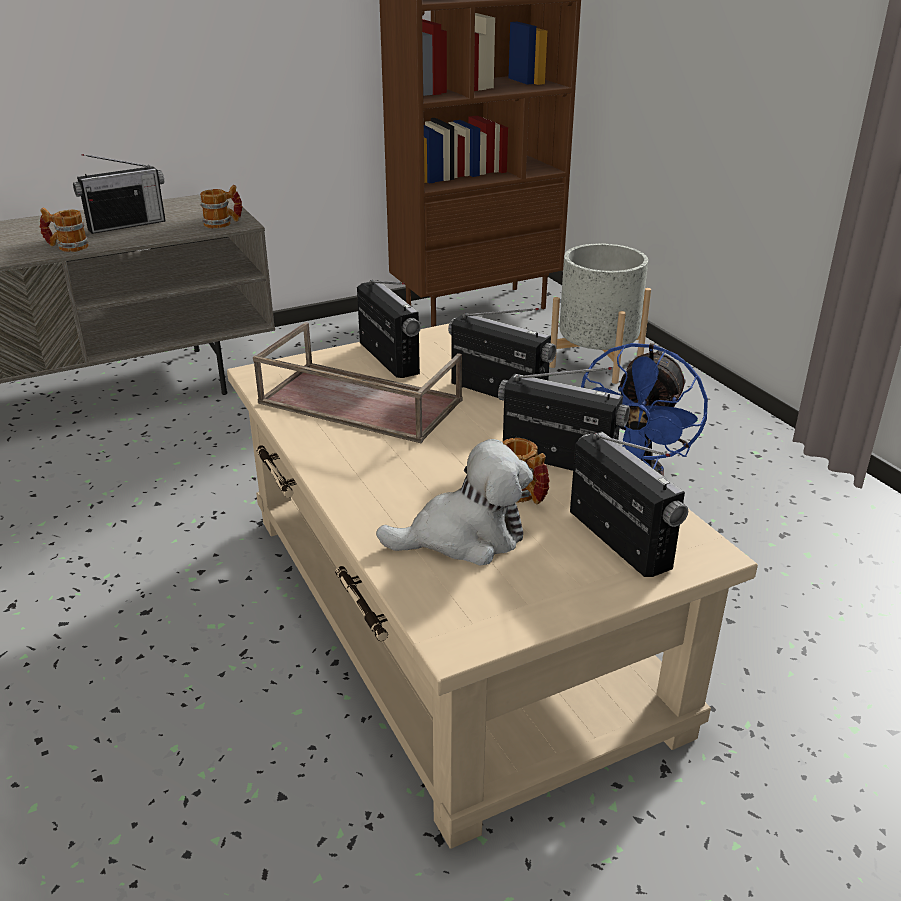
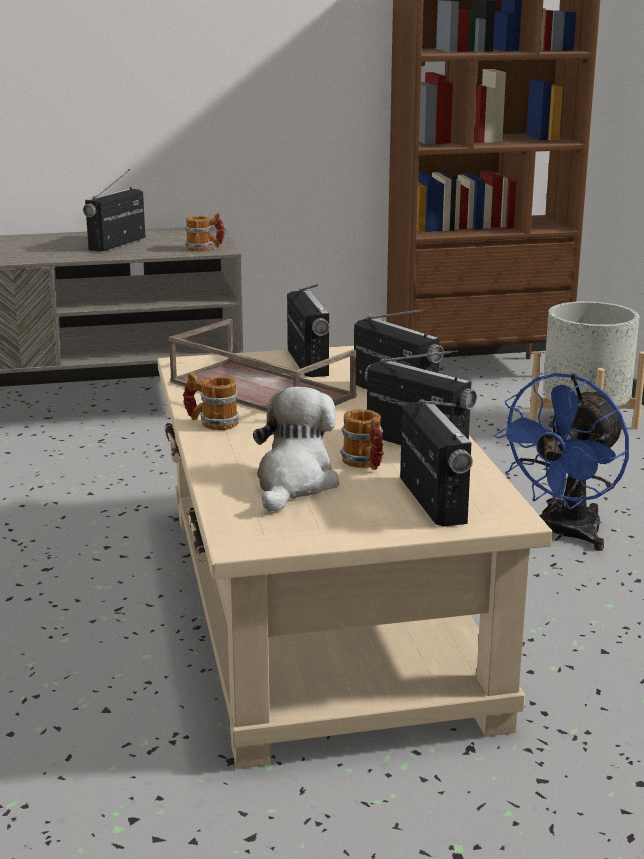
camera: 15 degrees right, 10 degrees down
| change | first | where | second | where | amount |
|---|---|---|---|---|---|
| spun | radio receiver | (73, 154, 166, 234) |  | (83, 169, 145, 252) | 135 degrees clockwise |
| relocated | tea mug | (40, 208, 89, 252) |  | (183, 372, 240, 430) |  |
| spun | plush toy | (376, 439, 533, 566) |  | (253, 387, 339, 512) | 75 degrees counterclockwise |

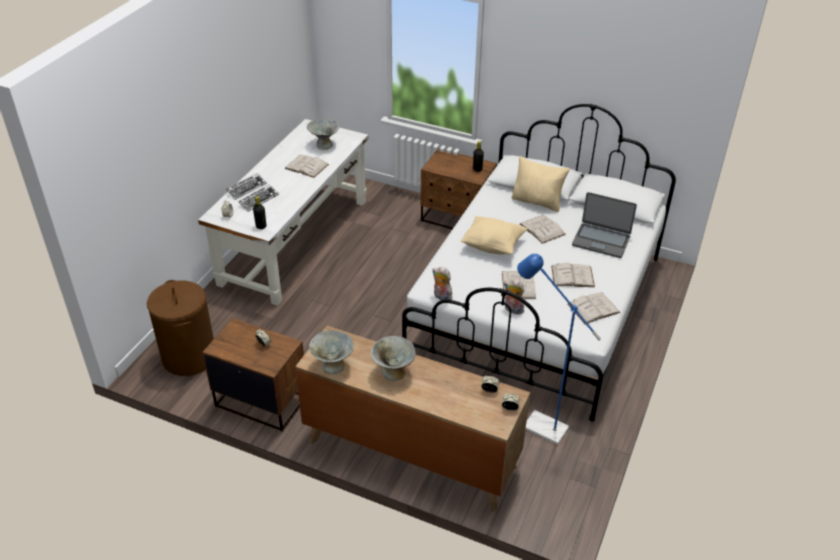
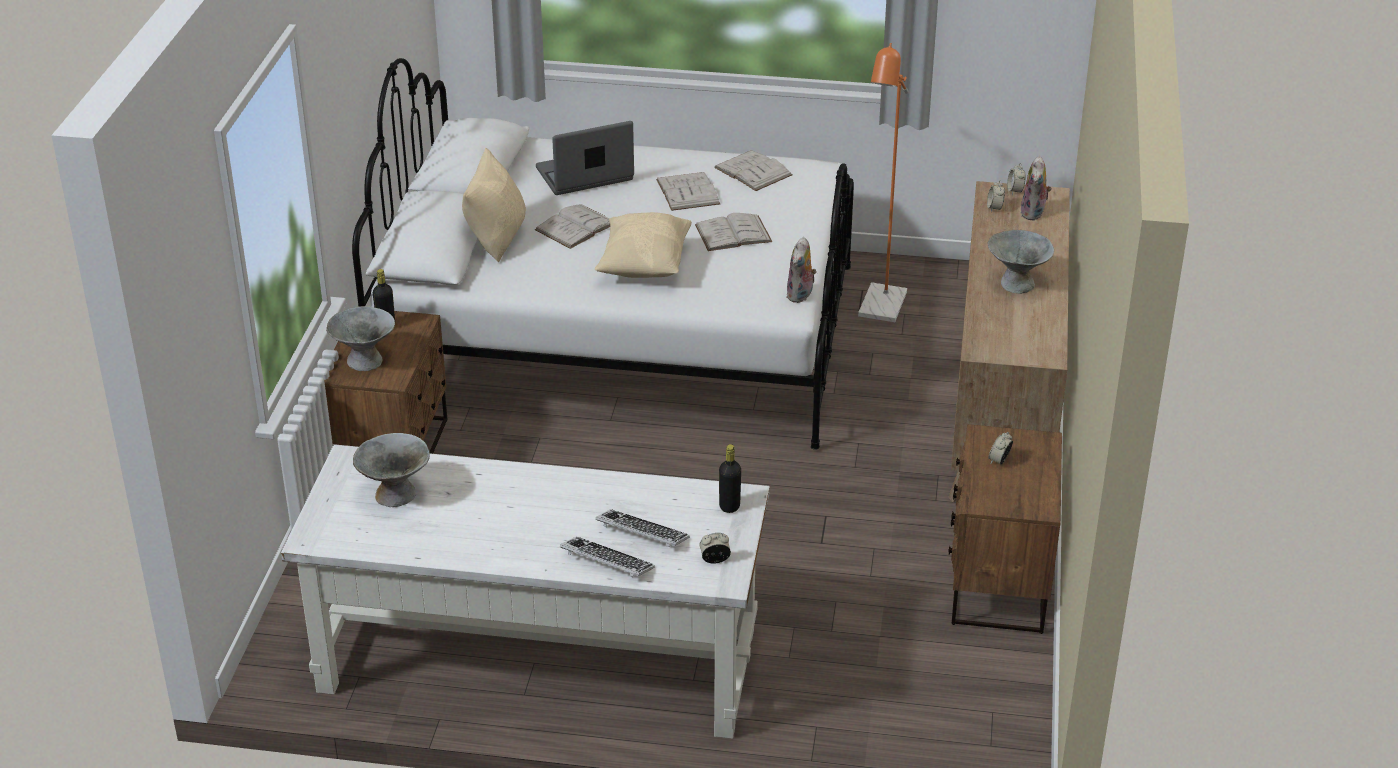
camera: 105 degrees left, 5 degrees down
| change | first | where | second | where | amount |
|---|---|---|---|---|---|
| missing | white-coloured book | (284, 155, 329, 178) |  |  |  |
| spun | portable computer | (572, 192, 637, 258) |  | (536, 121, 634, 195) | 120 degrees counterclockwise |
| colour | bluish standard lamp | (517, 254, 601, 445) | orange-coloured standard lamp | (858, 43, 909, 322) |  |
| relocated | plush toy | (504, 279, 525, 315) |  | (1020, 156, 1052, 221) |  |
| missing | brownish laundry basket | (147, 280, 214, 376) |  |  |  |
| relocated | greyish bowl | (309, 330, 354, 375) |  | (326, 306, 395, 371) |  |

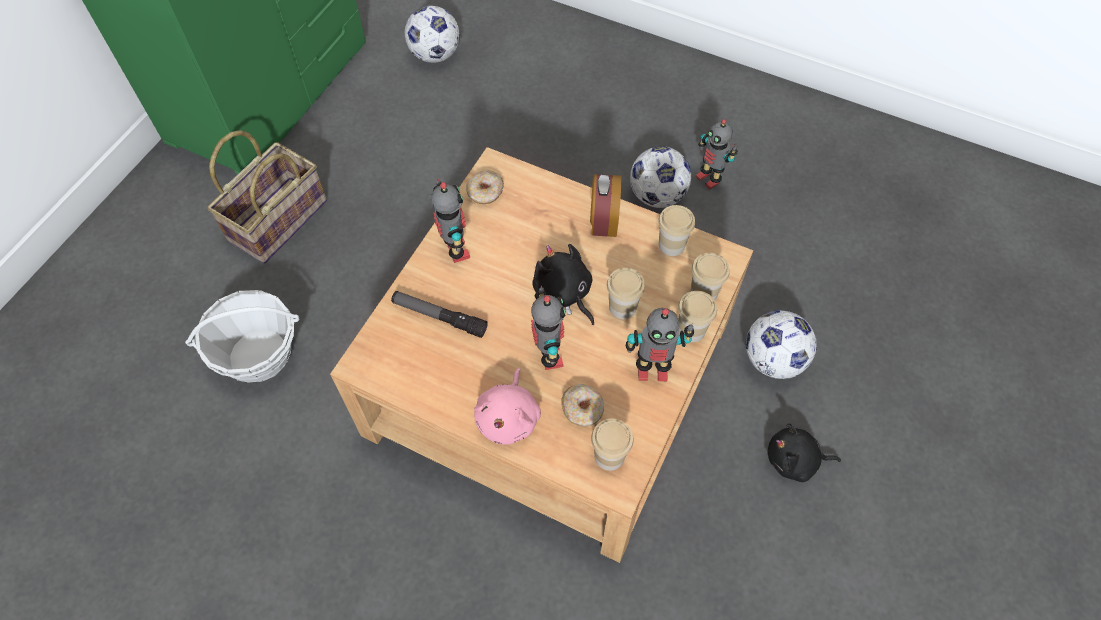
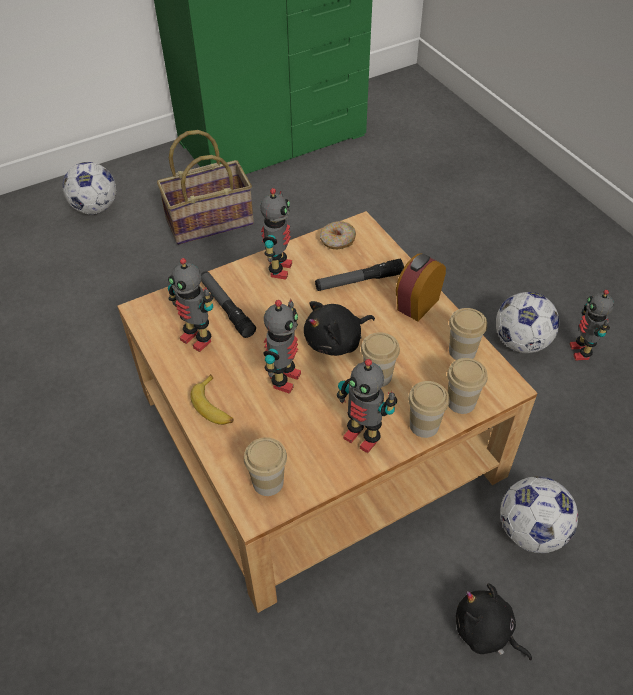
camera: 35 degrees right, 10 degrees down
| change | first | where | second | where | amount |
|---|---|---|---|---|---|
| relocated | football ball | (405, 6, 460, 63) |  | (62, 162, 116, 215) |  |
| spun | black plush toy | (532, 244, 594, 325) |  | (304, 301, 375, 356) | 120 degrees counterclockwise |
| missing | storage basket | (185, 290, 299, 383) |  |  |  |
| exchanged | pink plush toy | (474, 368, 541, 445) | banana | (190, 374, 234, 425) |  |
| missing | ring doughnut | (562, 384, 604, 427) |  |  |  |
| appeared |  |  | model robot | (168, 258, 214, 352) |  |
| appeared |  |  | hand torch | (315, 259, 404, 291) |  |

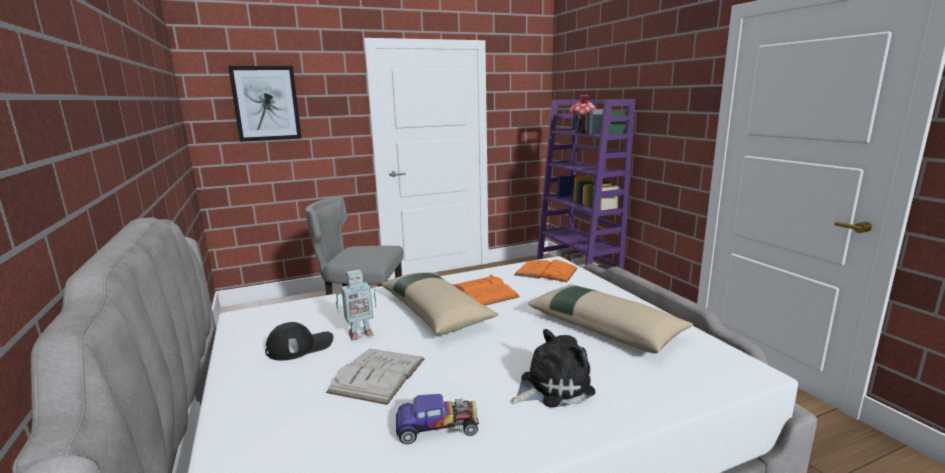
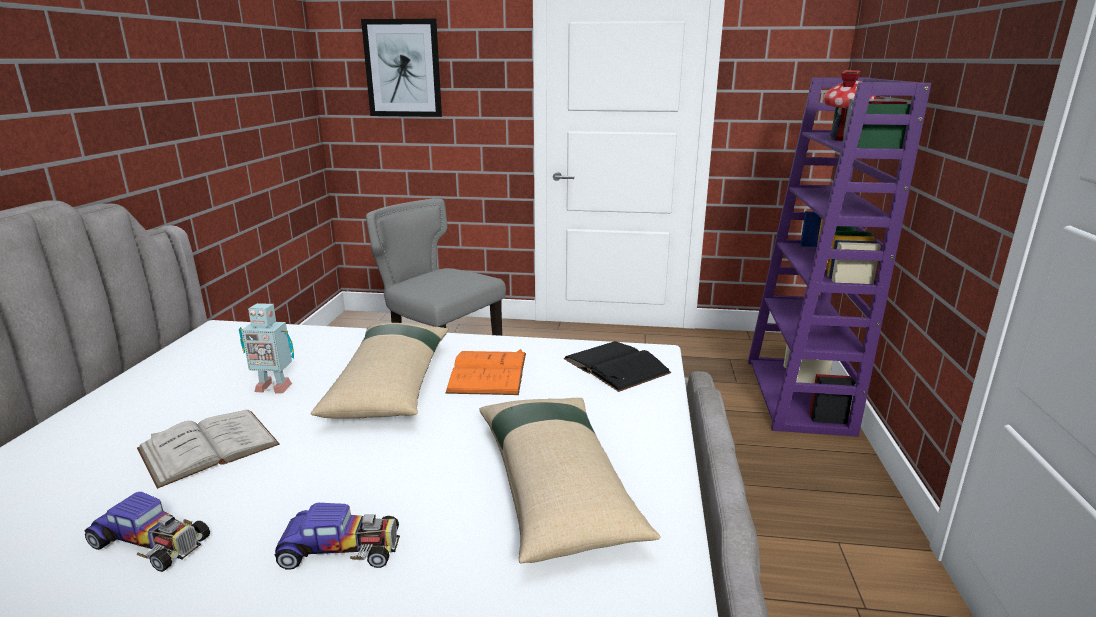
camera: 30 degrees right, 5 degrees up
| change | first | where | second | where | amount |
|---|---|---|---|---|---|
| colour | orange-coloured book | (514, 260, 577, 282) | black book | (563, 341, 672, 392) |  |
| missing | black baseball cap | (265, 322, 333, 360) |  |  |  |
| exchanged | plush toy | (510, 329, 595, 408) | toy car | (275, 503, 400, 569) |  |

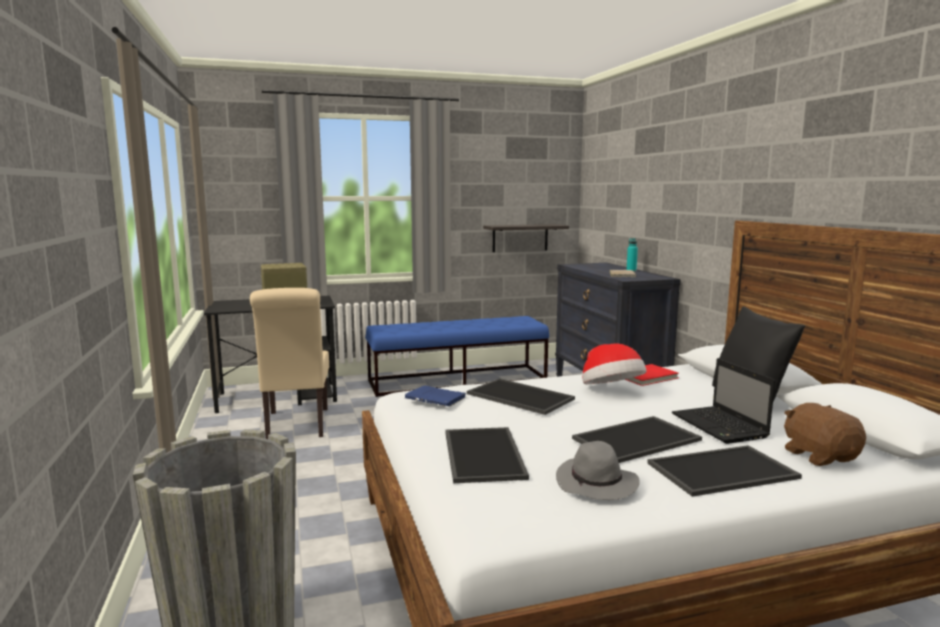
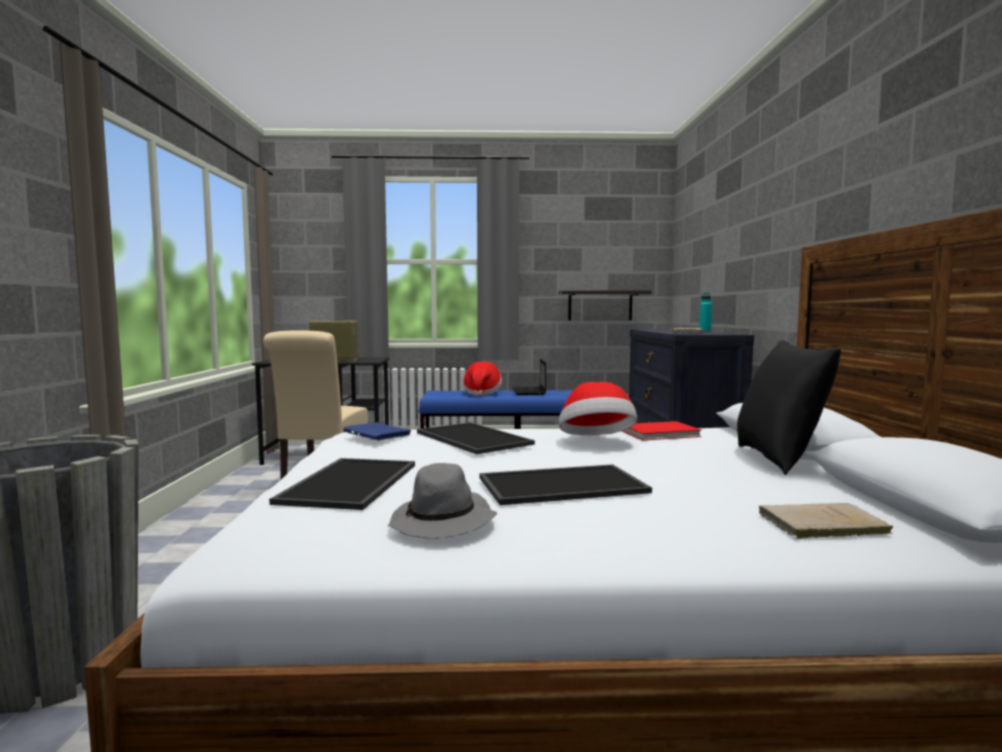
camera: 15 degrees right, 5 degrees down
| change | first | where | second | where | amount |
|---|---|---|---|---|---|
| relocated | portable computer | (672, 358, 775, 444) |  | (513, 359, 546, 395) |  |
| exchanged | brownish plush toy | (784, 403, 866, 466) | beige book | (759, 503, 893, 539) |  |
| missing | tray | (647, 445, 802, 497) |  |  |  |
| appeared |  |  | hat | (463, 362, 502, 396) |  |

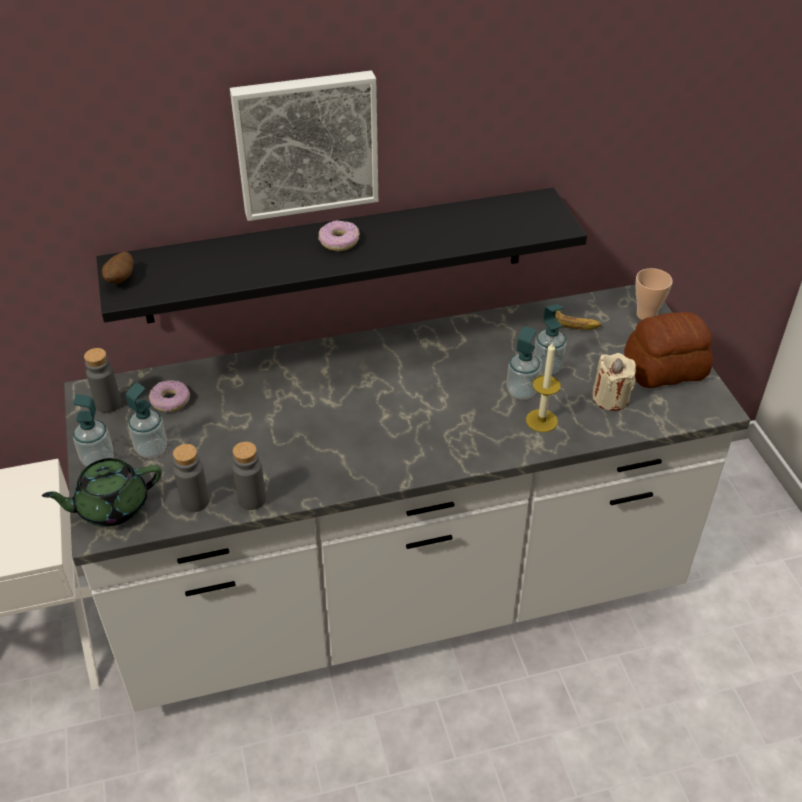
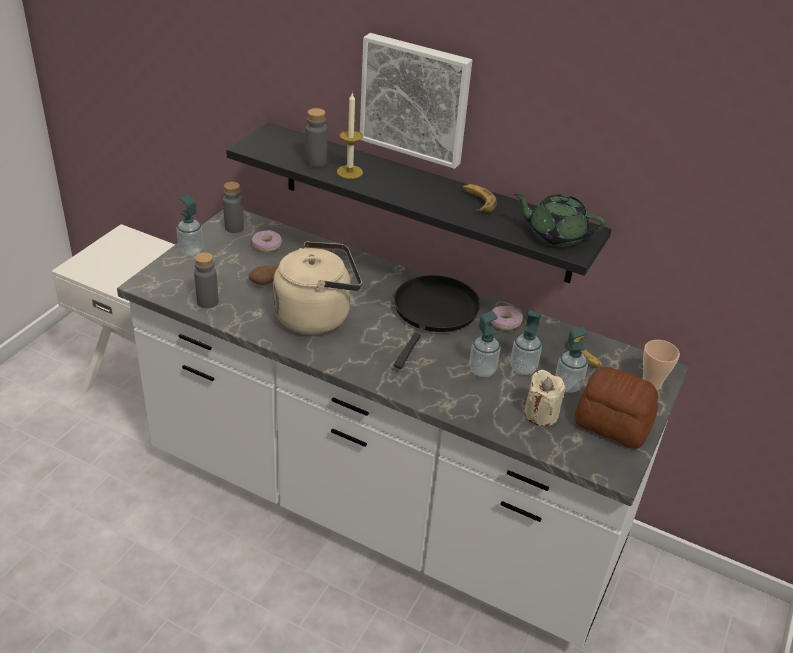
camera: 40 degrees right, 5 degrees down
| change | first | where | second | where | amount |
|---|---|---|---|---|---|
| relocated | ring doughnut | (319, 220, 360, 251) |  | (491, 306, 523, 330) |  |
| relocated | whole potato | (102, 252, 134, 284) |  | (249, 266, 278, 285) |  |
| relocated | candle | (526, 341, 561, 432) |  | (337, 92, 363, 179) |  |
| relocated | soap bottle | (126, 383, 167, 458) |  | (555, 327, 588, 393) |  |
| relocated | greyish beverage bottle | (233, 442, 266, 510) |  | (306, 108, 327, 167) |  |
| relocated | green-coloured pot for tea | (42, 458, 161, 527) |  | (514, 194, 606, 247) |  |
| appeared |  |  | banana | (462, 184, 497, 213) |  |
| appeared |  |  | beige tea kettle | (273, 241, 362, 335) |  |
| appeared |  |  | black pan | (394, 275, 480, 369) |  |

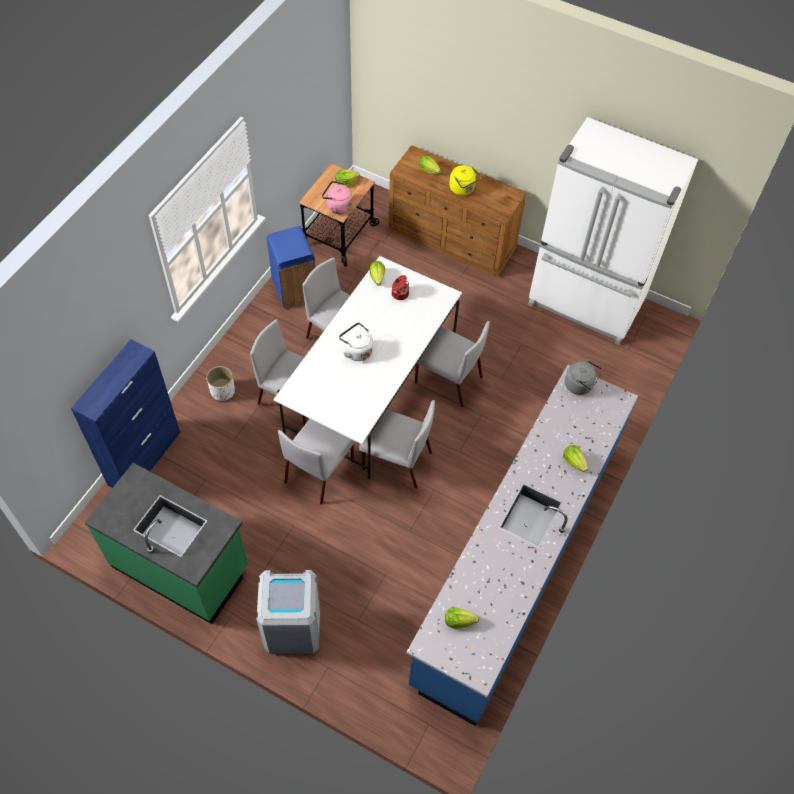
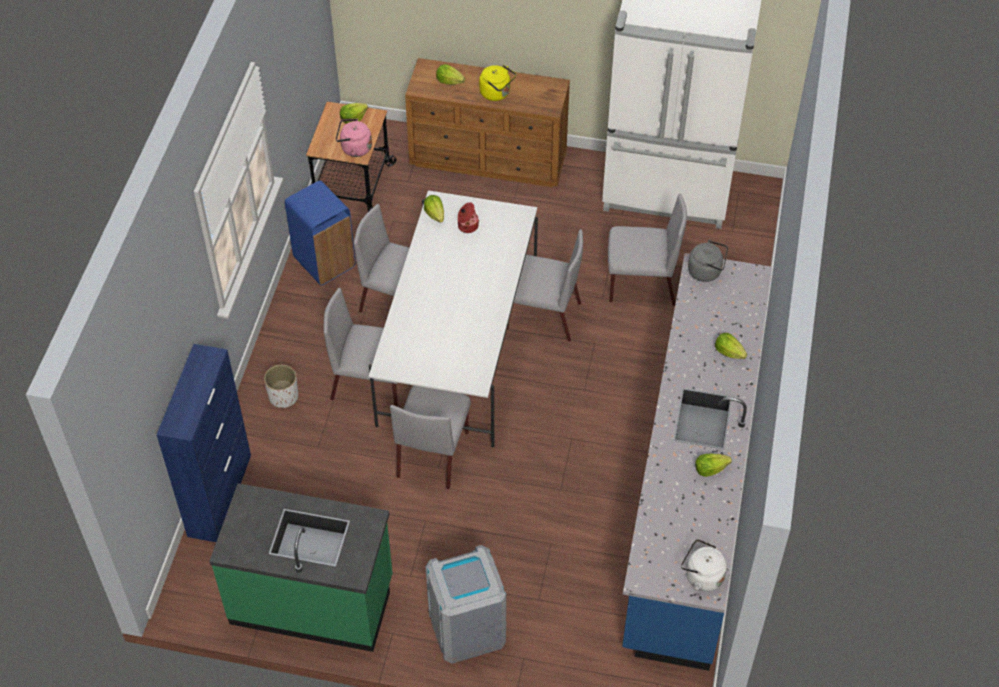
camera: 15 degrees left, 5 degrees down
| change | first | where | second | where | amount |
|---|---|---|---|---|---|
| relocated | white-coloured tea kettle | (339, 323, 373, 361) |  | (681, 539, 727, 591) |  |
| relocated | greyish upright chair | (359, 400, 435, 489) |  | (608, 194, 687, 306) |  |
| relocated | lettuce | (445, 607, 479, 629) |  | (695, 454, 732, 477) |  |

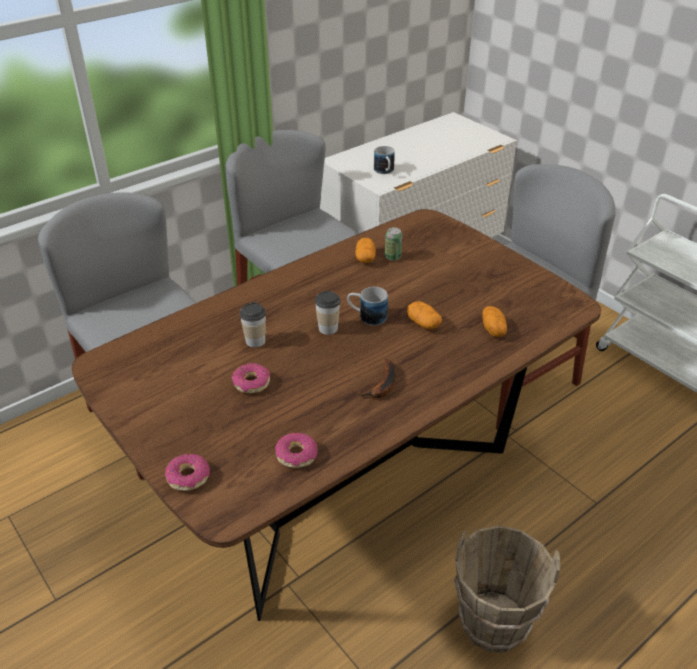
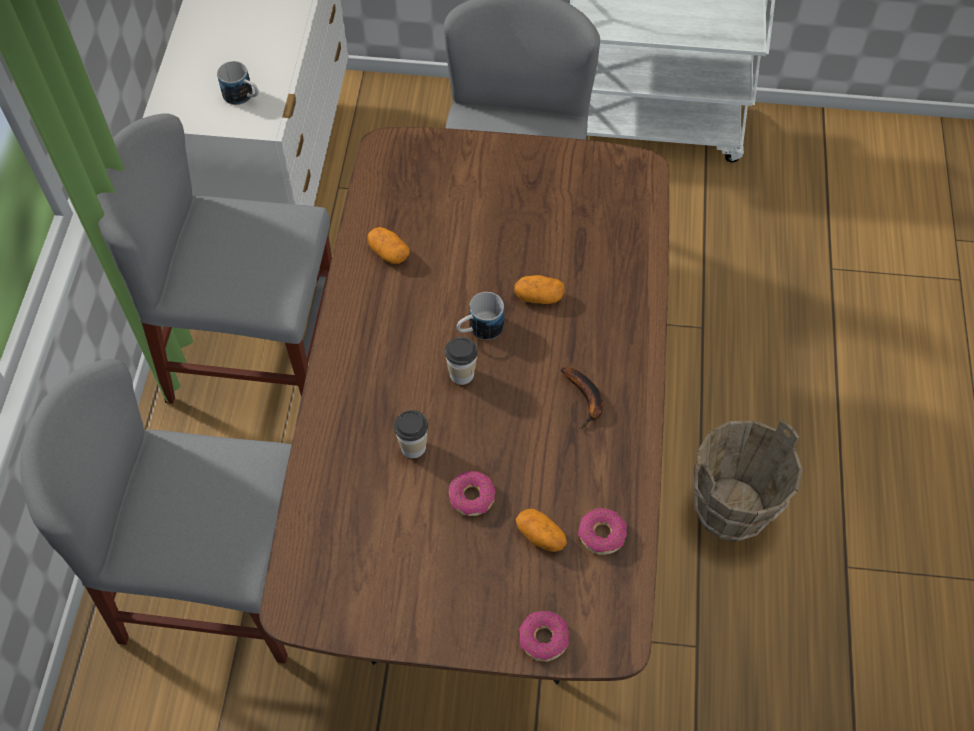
camera: 45 degrees left, 20 degrees up
| change | first | where | second | where | amount |
|---|---|---|---|---|---|
| missing | sealed can | (385, 227, 402, 261) |  |  |  |
| relocated | whole potato | (482, 306, 507, 337) |  | (516, 509, 567, 552) |  |

